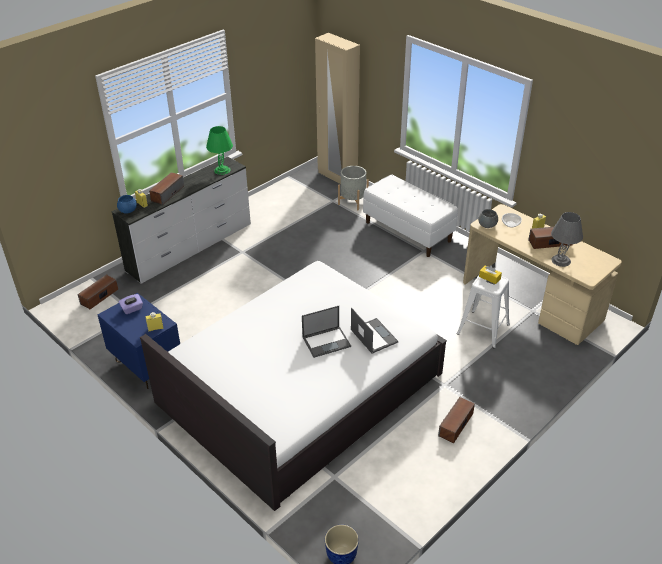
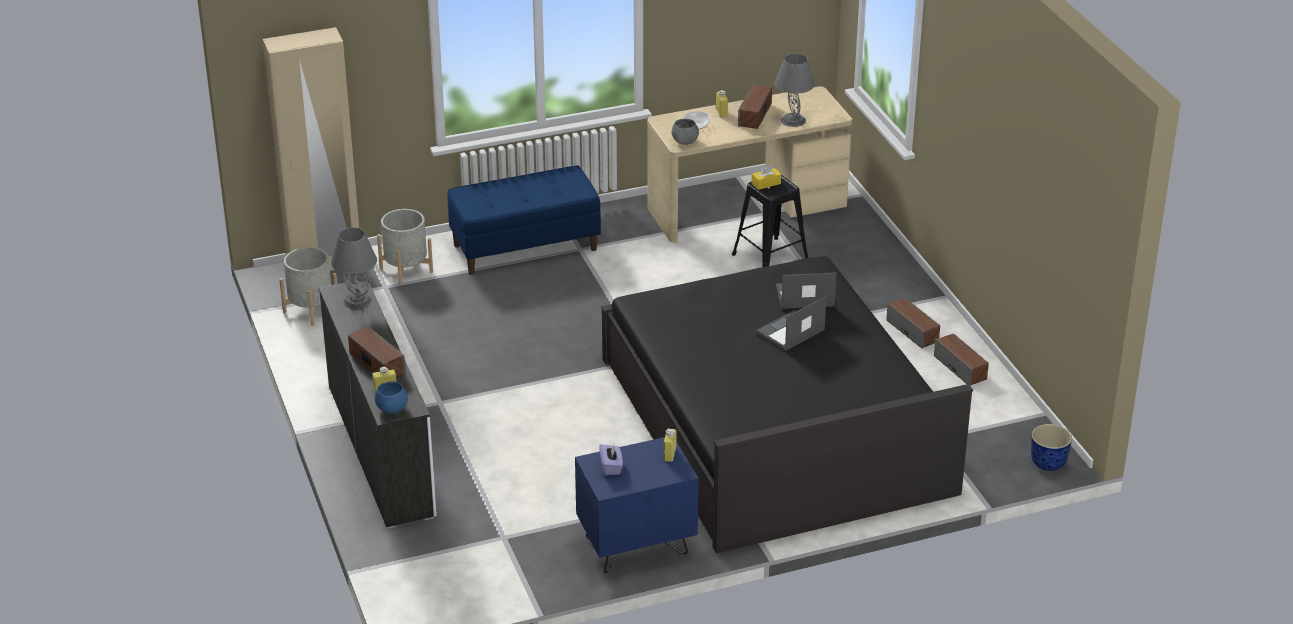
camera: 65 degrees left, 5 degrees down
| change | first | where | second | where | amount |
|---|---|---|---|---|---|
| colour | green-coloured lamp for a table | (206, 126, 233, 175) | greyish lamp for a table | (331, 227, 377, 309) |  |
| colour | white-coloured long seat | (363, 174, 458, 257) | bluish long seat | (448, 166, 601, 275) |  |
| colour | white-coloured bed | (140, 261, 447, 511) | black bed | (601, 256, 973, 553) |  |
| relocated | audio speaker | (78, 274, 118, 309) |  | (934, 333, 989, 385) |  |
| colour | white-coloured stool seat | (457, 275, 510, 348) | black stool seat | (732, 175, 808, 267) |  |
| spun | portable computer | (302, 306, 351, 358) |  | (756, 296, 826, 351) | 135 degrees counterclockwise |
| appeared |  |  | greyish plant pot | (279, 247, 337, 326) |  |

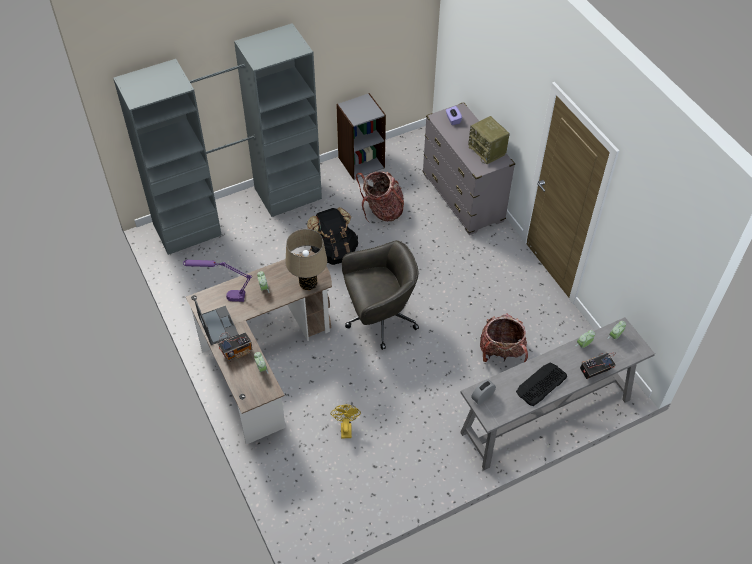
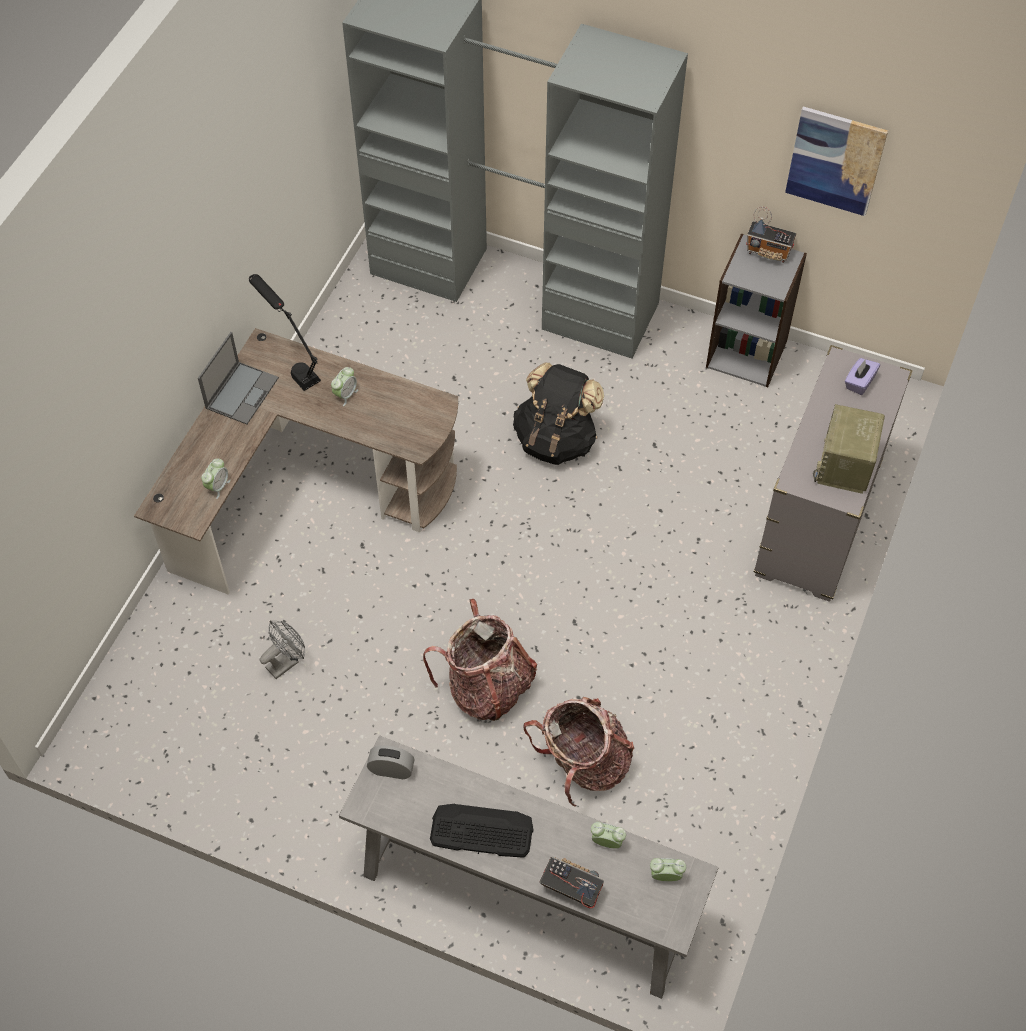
camera: 50 degrees right, 5 degrees up
| change | first | where | second | where | amount |
|---|---|---|---|---|---|
| relocated | rucksack | (356, 171, 404, 222) |  | (423, 599, 537, 721) |  |
| missing | beige lamp for a table | (285, 229, 327, 291) |  |  |  |
| missing | greyish office chair | (342, 240, 419, 350) |  |  |  |
| colour | purple lamp for a table | (183, 260, 252, 302) | black lamp for a table | (249, 274, 321, 391) |  |
| relocated | radio receiver | (218, 332, 252, 362) |  | (746, 207, 796, 263) |  |
| colour | yellow-coloured cooling fan | (330, 405, 361, 438) | greyish cooling fan | (260, 620, 305, 679) |  |
| appeared |  |  | picture | (785, 106, 888, 216) |  |

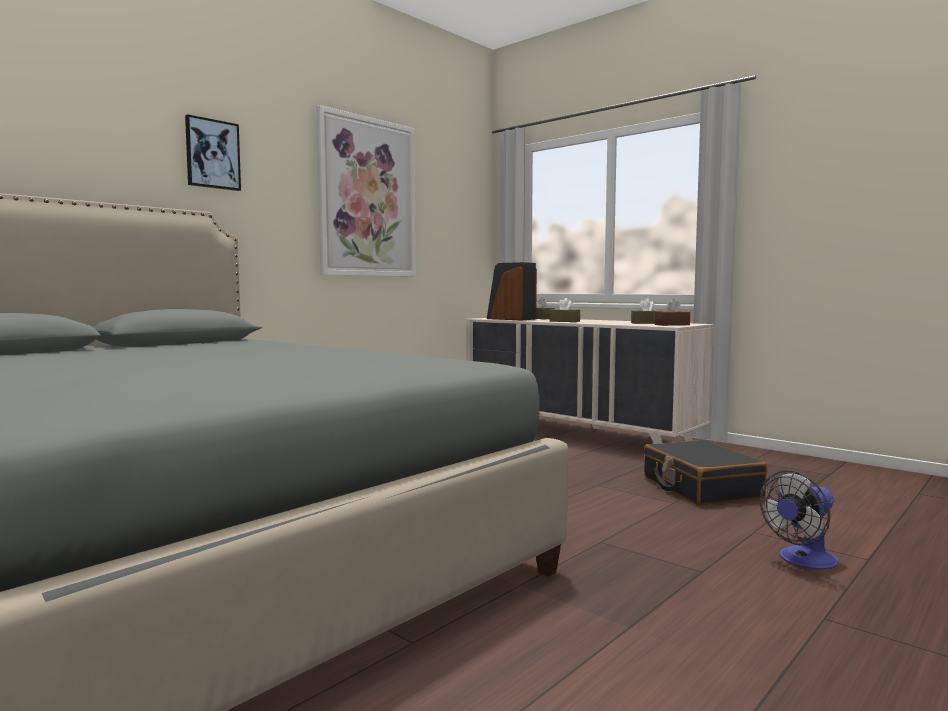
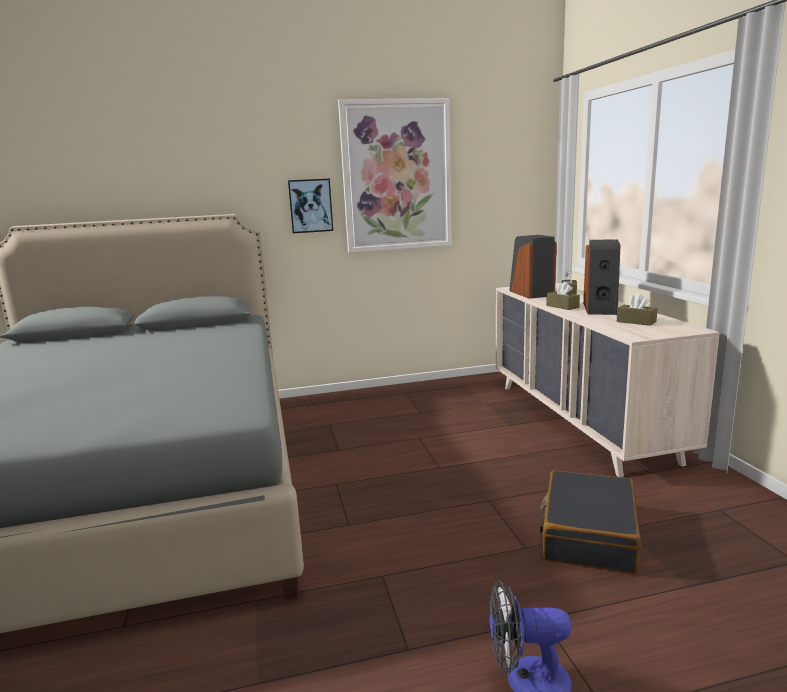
camera: 35 degrees right, 10 degrees up
| change | first | where | second | where | amount |
|---|---|---|---|---|---|
| relocated | picture | (185, 114, 241, 191) |  | (288, 179, 333, 233) |  |
| missing | brownish tissue box | (655, 299, 690, 326) |  |  |  |
| appeared |  |  | audio speaker | (583, 239, 621, 315) |  |

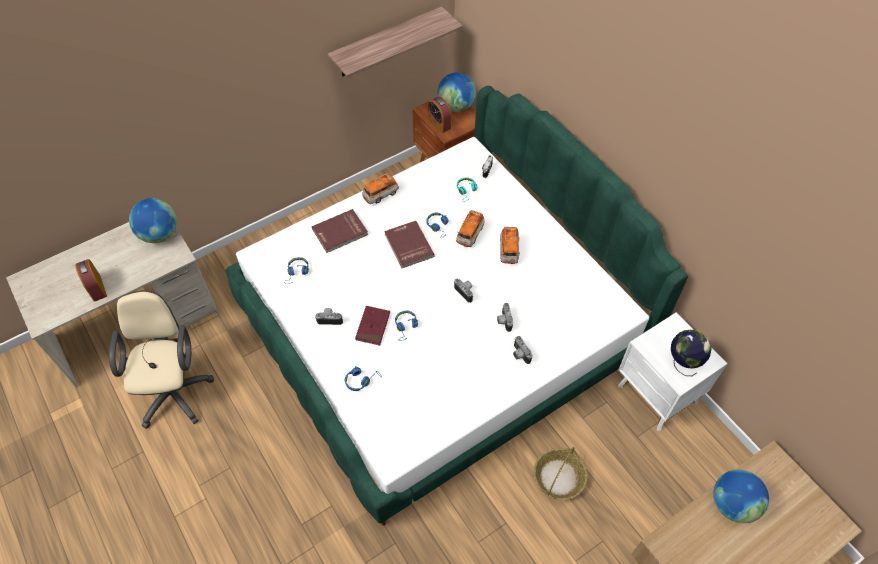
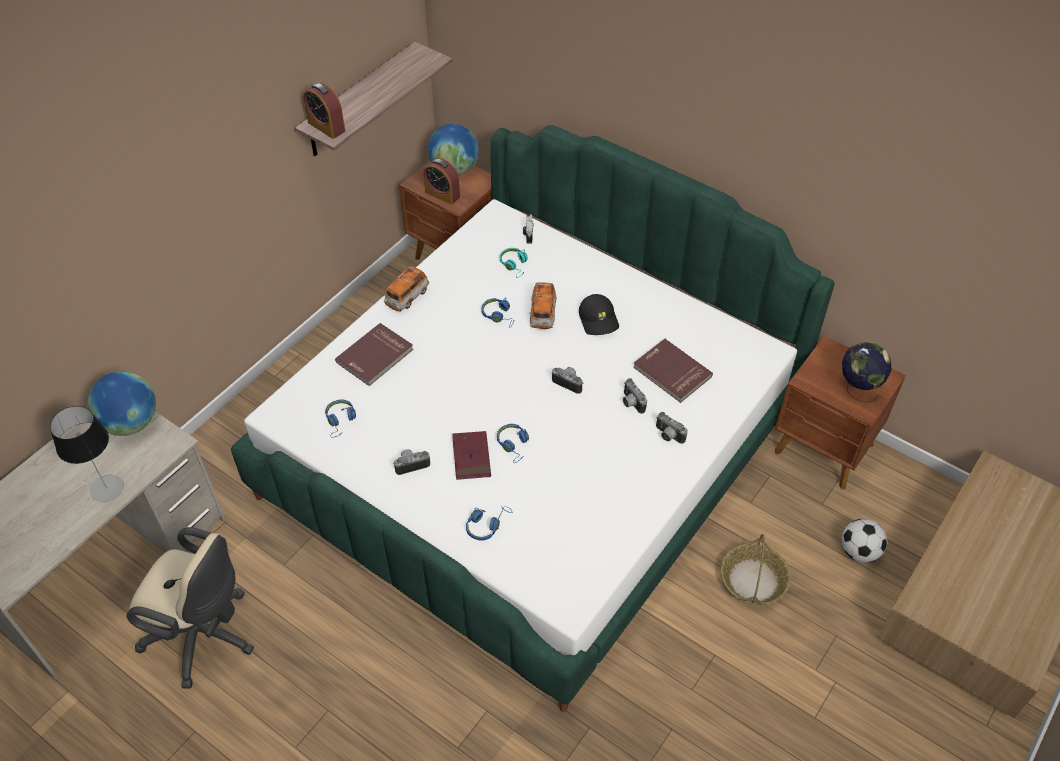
camera: 20 degrees left, 5 degrees down
| change | first | where | second | where | amount |
|---|---|---|---|---|---|
| relocated | red-coloured book | (384, 221, 435, 268) |  | (633, 339, 713, 403) |  |
| exchanged | toy car | (500, 227, 520, 264) | black baseball cap | (579, 294, 619, 335) |  |
| relocated | alarm clock | (75, 259, 107, 302) |  | (304, 83, 345, 139) |  |
| spun | beige office chair | (109, 290, 214, 429) |  | (127, 527, 254, 688) | 135 degrees clockwise |
| colour | white-coloured bedside table | (618, 312, 728, 431) | brownish bedside table | (775, 336, 906, 490) |  |
| missing | globe | (713, 470, 769, 523) |  |  |  |
| appeared |  |  | lamp for a table | (50, 406, 124, 502) |  |
| appeared |  |  | football ball | (842, 519, 887, 563) |  |

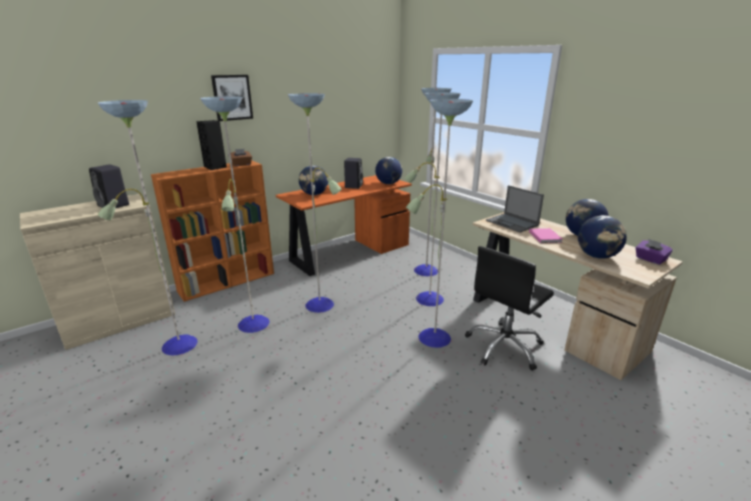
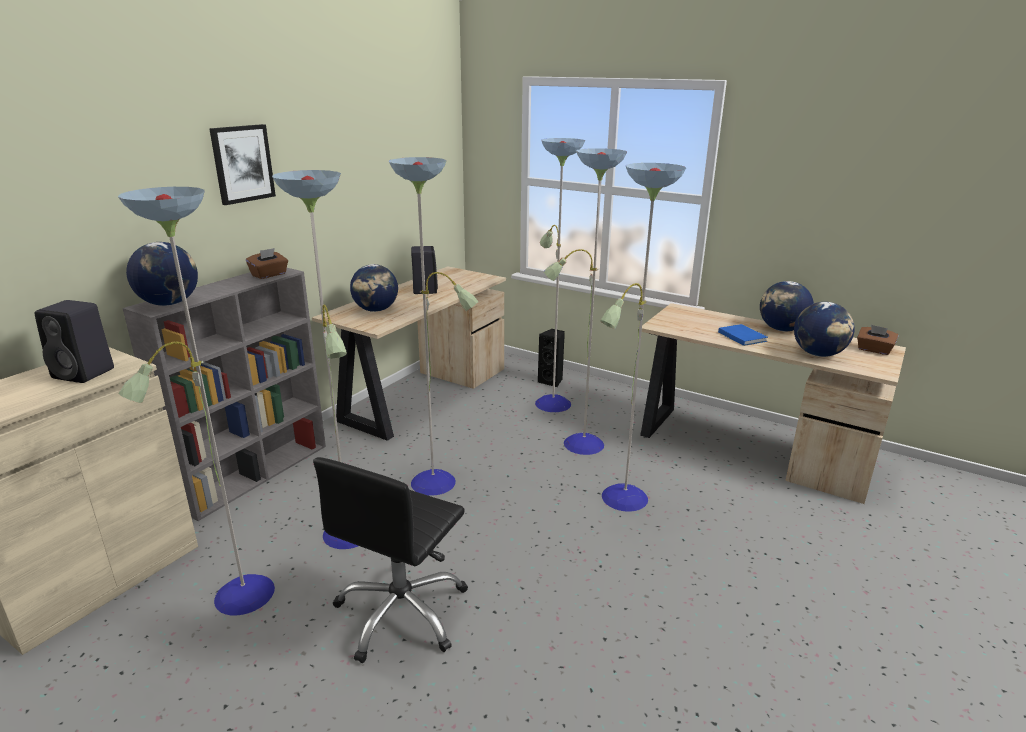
camera: 20 degrees left, 0 degrees up
| change | first | where | second | where | amount |
|---|---|---|---|---|---|
| relocated | black audio speaker | (196, 120, 227, 170) |  | (538, 329, 565, 388) |  |
| relocated | globe | (375, 157, 402, 184) |  | (126, 242, 198, 306) |  |
| colour | orange-coloured bookcase | (151, 160, 274, 302) | greyish bookcase | (123, 268, 326, 521) |  |
| colour | orange-coloured desk table | (276, 175, 412, 276) | beige desk table | (312, 266, 506, 441) |  |
| missing | portable computer | (486, 185, 544, 233) |  |  |  |
| colour | pink book | (529, 228, 563, 243) | bluish book | (718, 324, 768, 346) |  |
| colour | purple tissue box | (635, 239, 673, 265) | brownish tissue box | (857, 325, 899, 355) |  |
| relocated | black office chair | (465, 246, 554, 371) |  | (313, 457, 468, 663) |  |

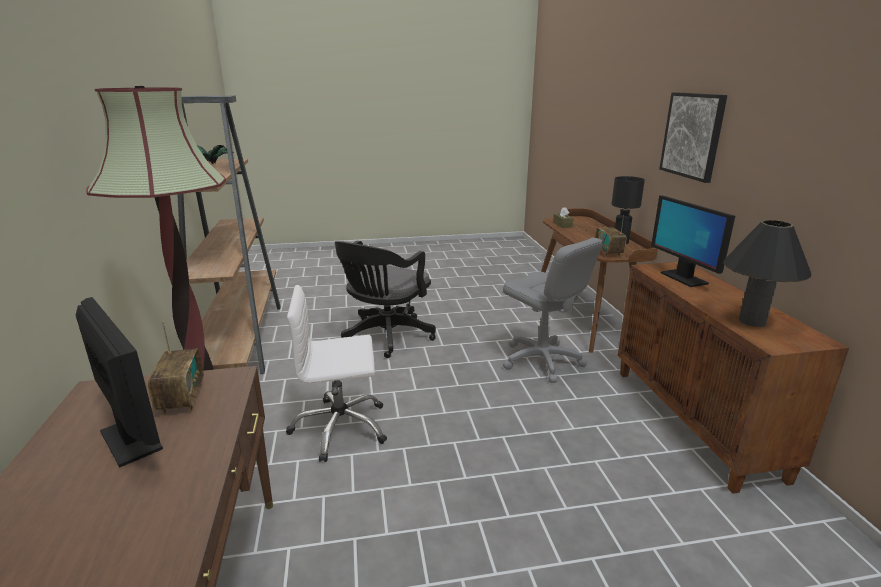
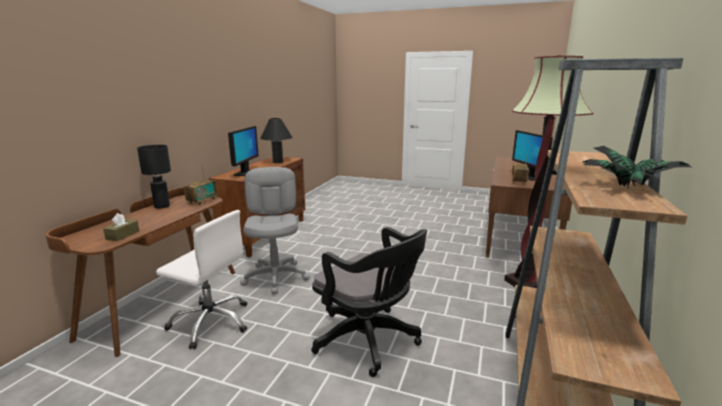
camera: 150 degrees left, 5 degrees down
| change | first | where | second | where | amount |
|---|---|---|---|---|---|
| missing | picture | (659, 92, 727, 183) |  |  |  |
| spun | black office chair | (335, 241, 436, 358) |  | (311, 227, 427, 377) | 75 degrees clockwise |
| relocated | white-coloured office chair | (286, 285, 387, 462) |  | (156, 210, 247, 349) |  |

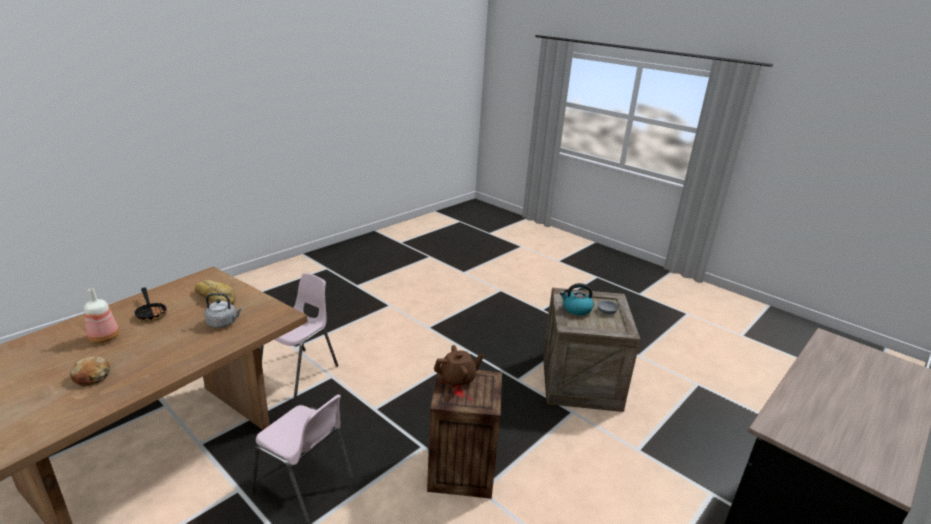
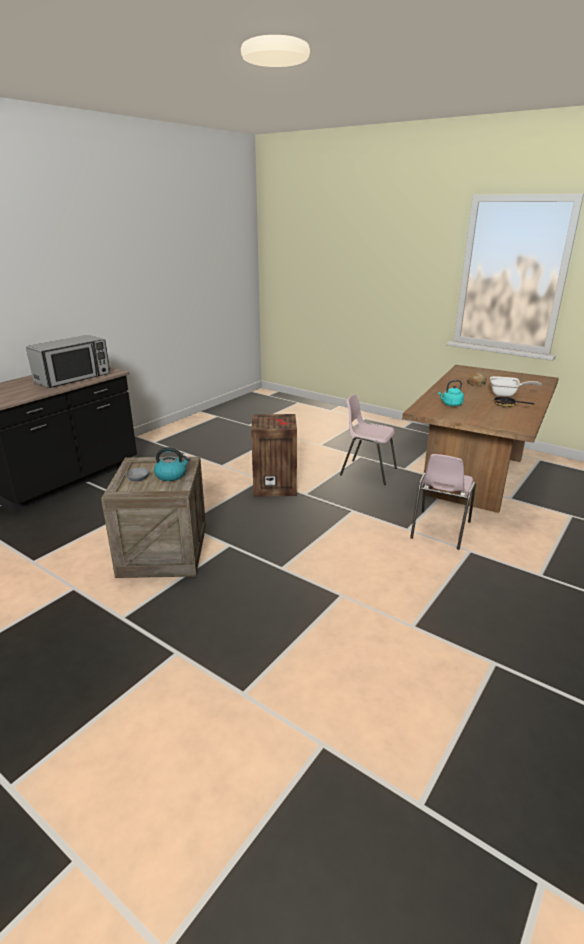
camera: 175 degrees right, 0 degrees up
| change | first | where | second | where | amount |
|---|---|---|---|---|---|
| missing | bakery bread | (195, 280, 235, 305) |  |  |  |
| exchanged | beverage bottle | (84, 288, 119, 343) | pan | (490, 376, 542, 397) |  |
| colour | greyish tea kettle | (204, 293, 242, 328) | blue-green tea kettle | (438, 380, 464, 406) |  |
| missing | brownish pot for tea | (434, 345, 484, 387) |  |  |  |
| appeared |  |  | kitchen microwave | (26, 335, 110, 388) |  |

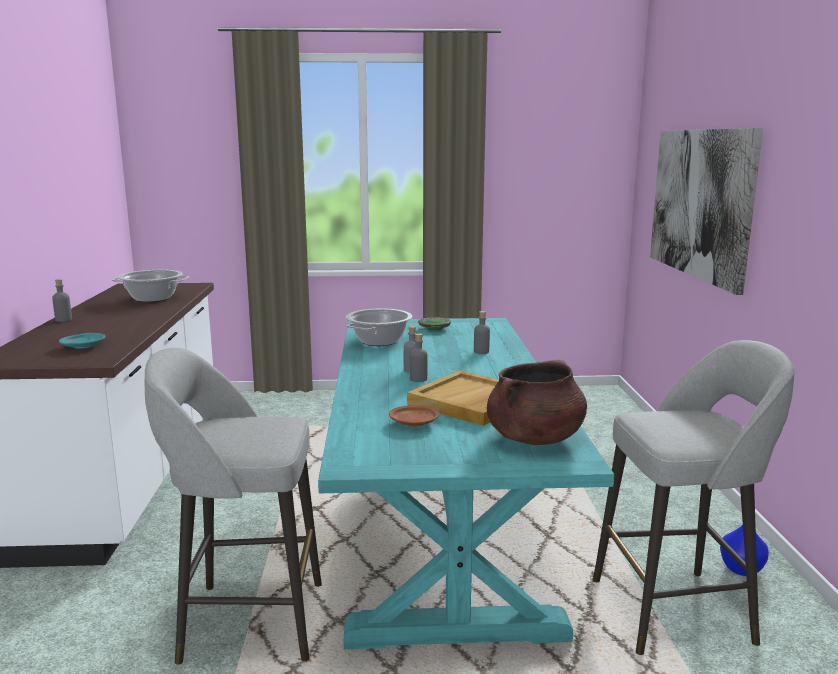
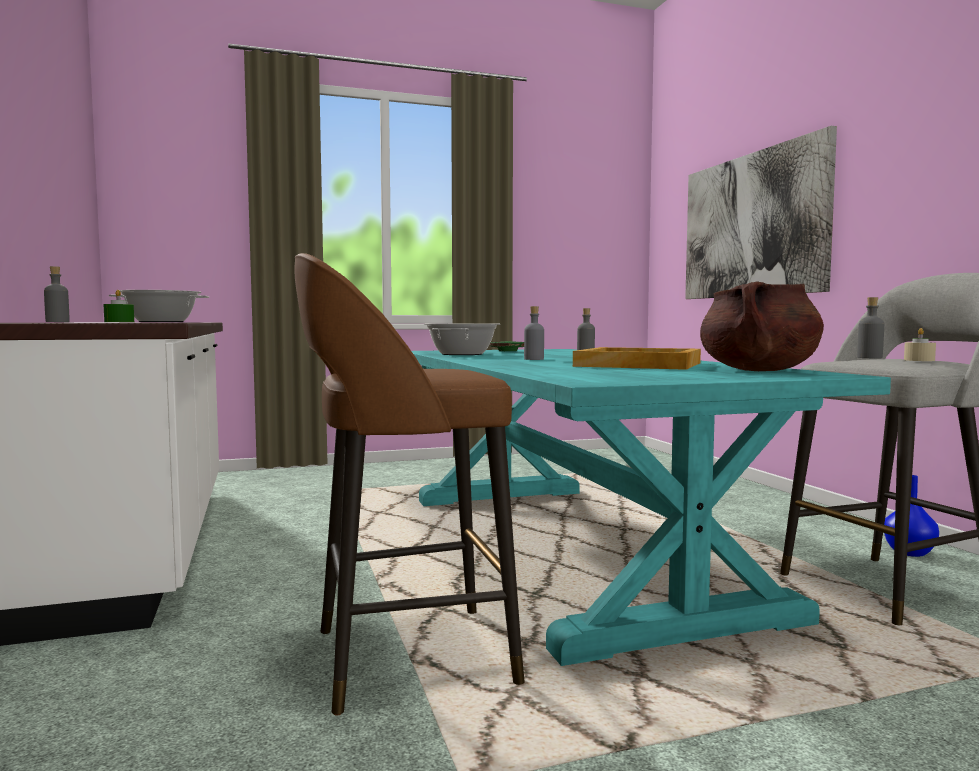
camera: 15 degrees left, 10 degrees down
| change | first | where | second | where | amount |
|---|---|---|---|---|---|
| exchanged | blue-green dinner plate | (59, 333, 106, 349) | green-coloured candle | (103, 290, 134, 322) |  |
| relocated | greyish beverage bottle | (410, 333, 428, 382) |  | (857, 297, 884, 358) |  |
| colour | greyish stool seat | (145, 348, 322, 665) | brownish stool seat | (295, 253, 525, 716) |  |
| missing | brownish dinner plate | (389, 405, 439, 427) |  |  |  |
| appeared |  |  | beige candle | (904, 328, 936, 361) |  |

